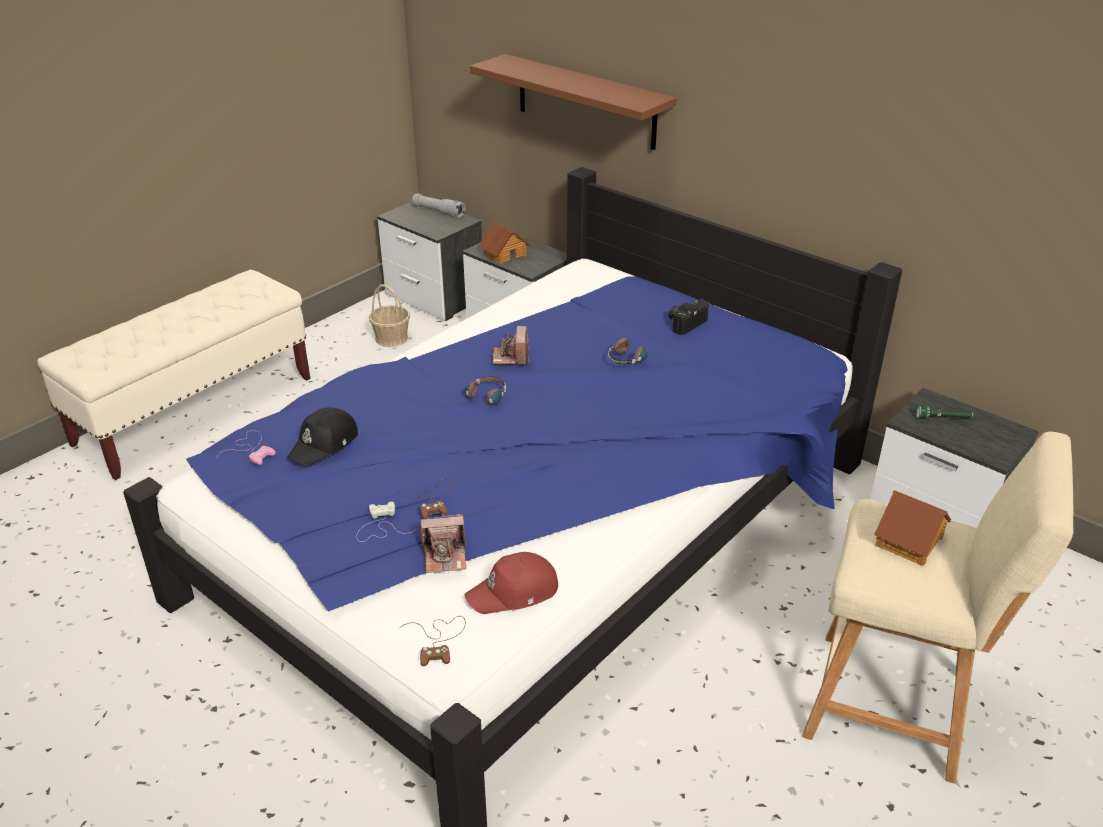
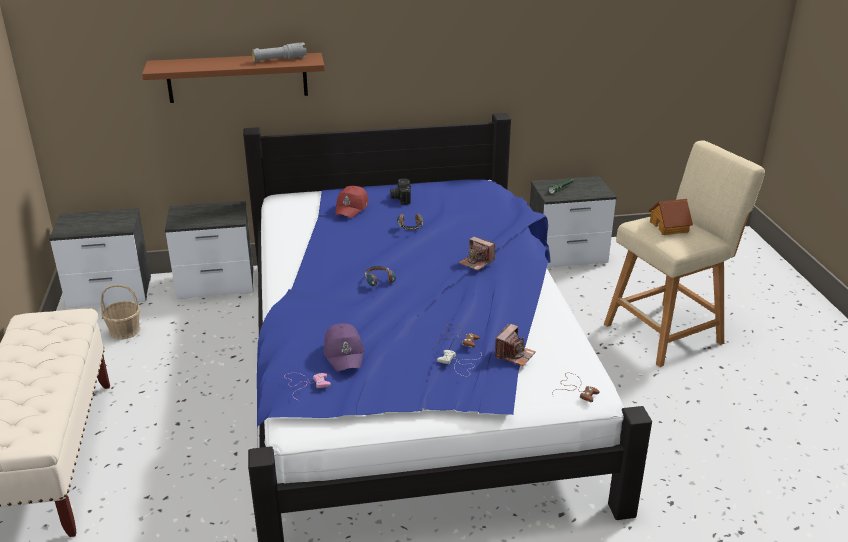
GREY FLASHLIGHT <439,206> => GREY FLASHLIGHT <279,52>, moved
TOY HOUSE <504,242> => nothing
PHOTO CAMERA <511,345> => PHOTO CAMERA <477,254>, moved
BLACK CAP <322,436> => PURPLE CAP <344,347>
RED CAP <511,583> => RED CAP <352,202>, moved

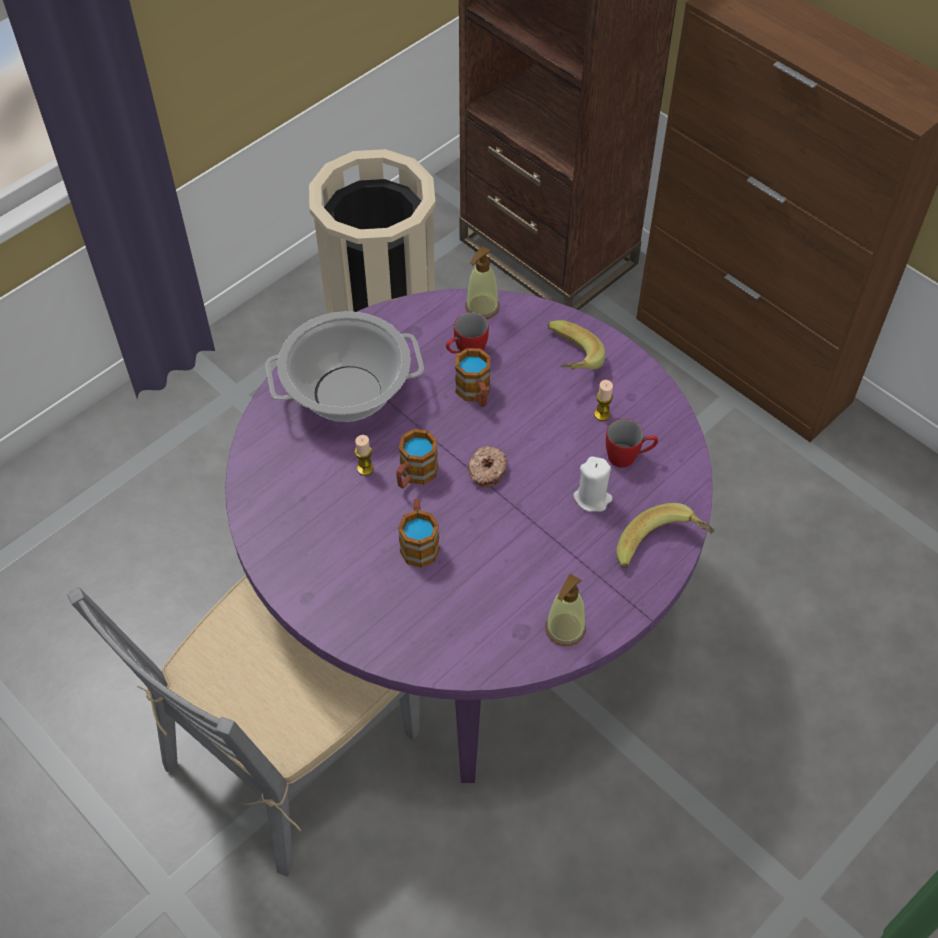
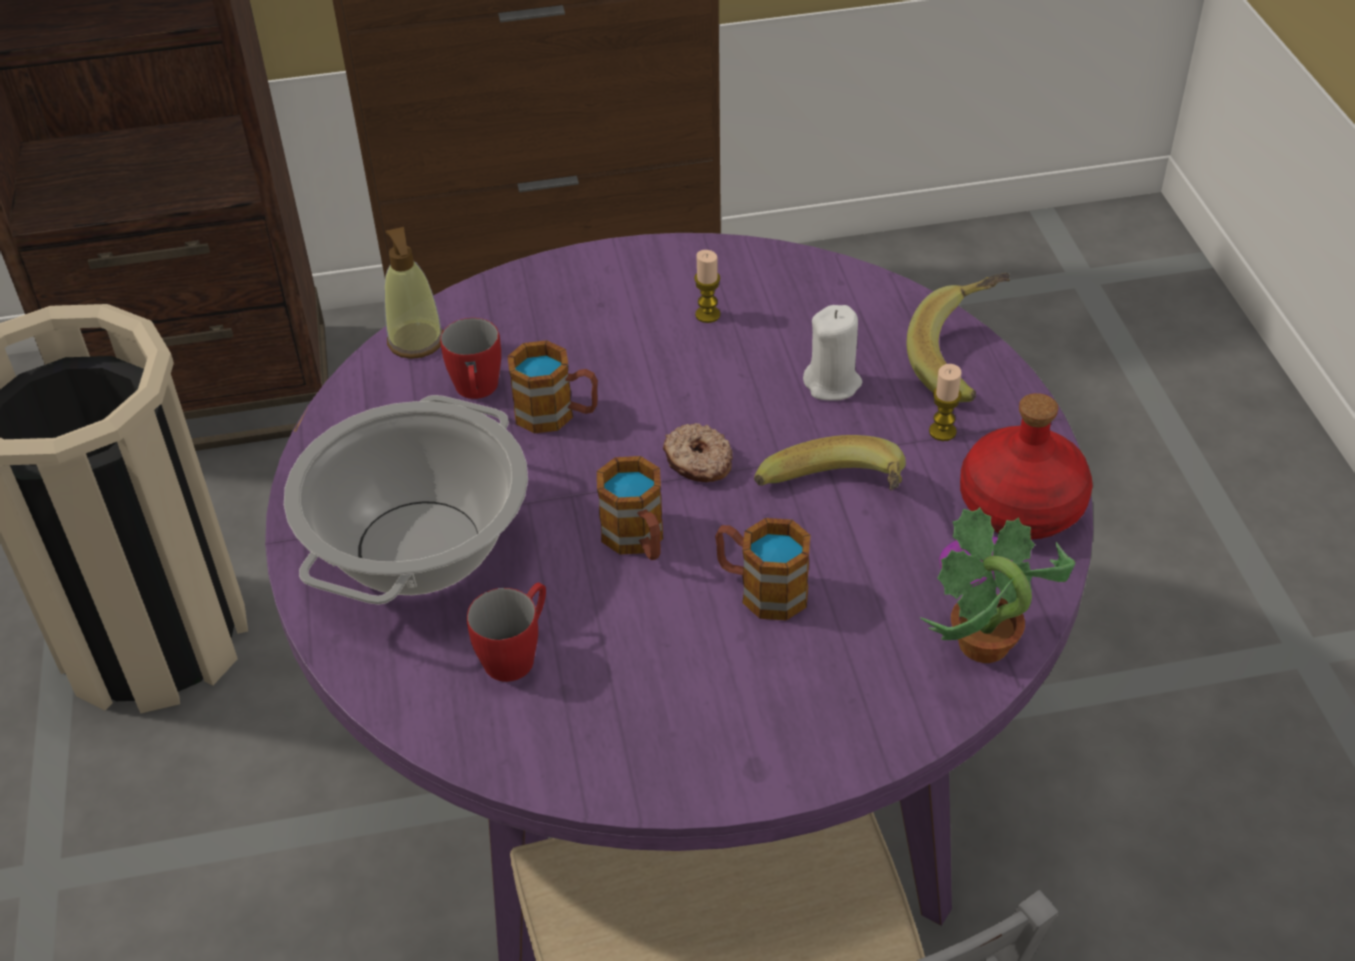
BANANA <576,345> => BANANA <830,463>, moved
RED MUG <632,443> => RED MUG <506,632>, moved
CANDLE <364,455> => CANDLE <945,402>, moved
SOAP DISPENSER <565,610> => RED BOTTLE <1026,466>
nothing => POTTED PLANT <997,585>

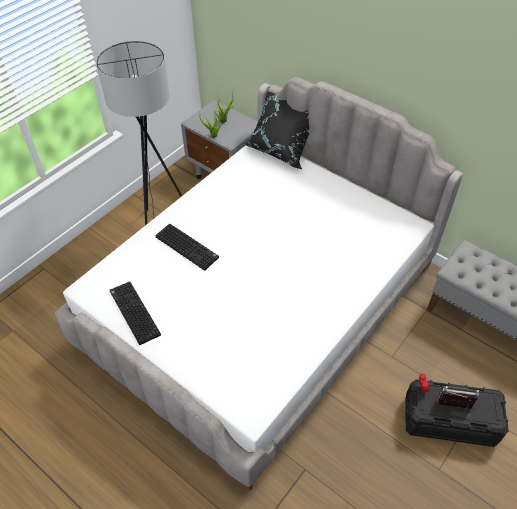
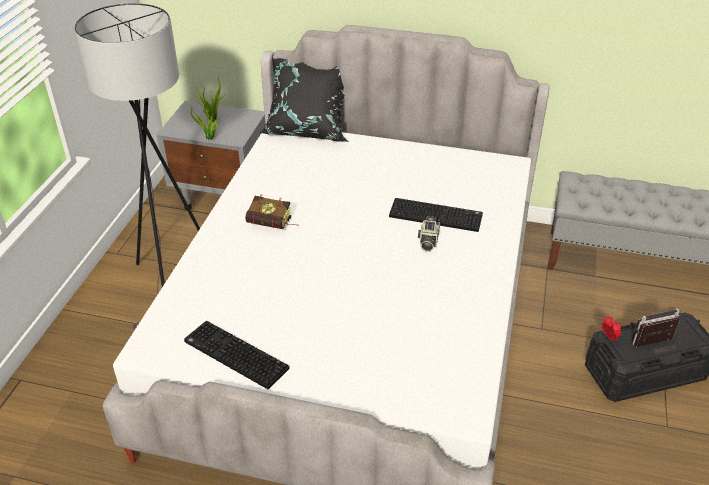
KEYBOARD <187,247> => KEYBOARD <436,215>, moved
nothing => BOOK <272,211>
nothing => PHOTO CAMERA <429,234>

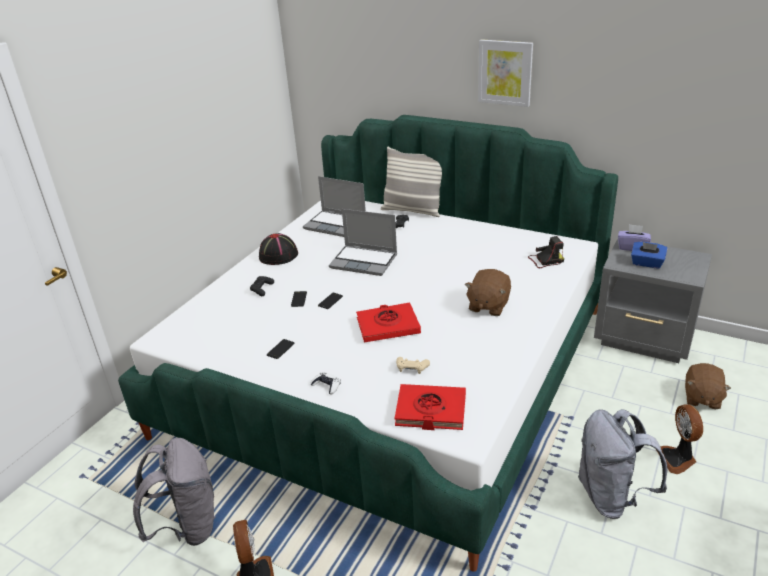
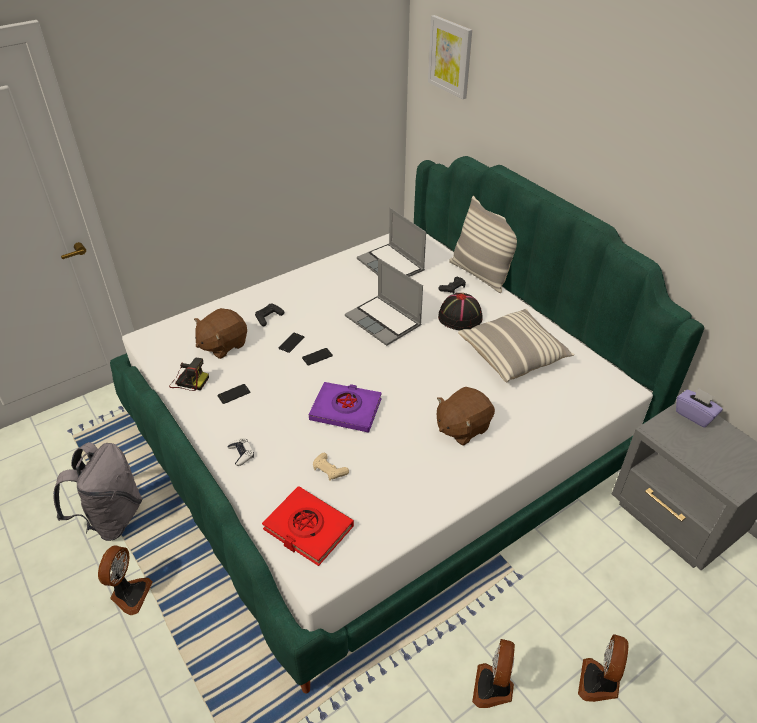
PICTURE <505,73> => PICTURE <450,57>, moved
BLACK HAT <278,249> => BLACK HAT <460,312>, moved
PHOTO CAMERA <546,252> => PHOTO CAMERA <189,374>, moved
BLUE TISSUE BOX <649,255> => nothing
RED BOOK <388,323> => PURPLE BOOK <345,407>
BROWN PLUSH TOY <708,386> => BROWN PLUSH TOY <220,333>, moved
GREY BACKPACK <622,464> => FAN <493,673>
nothing => PILLOW <516,345>

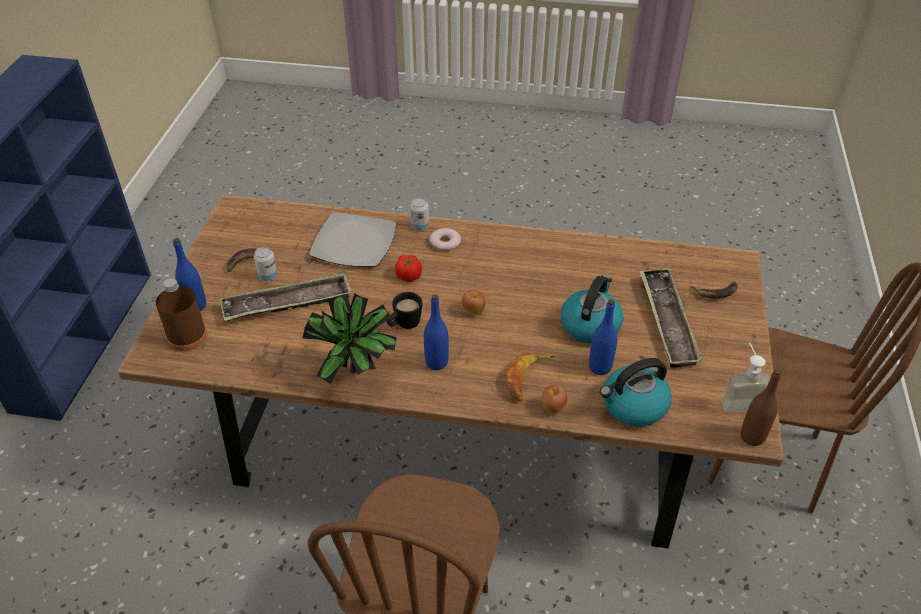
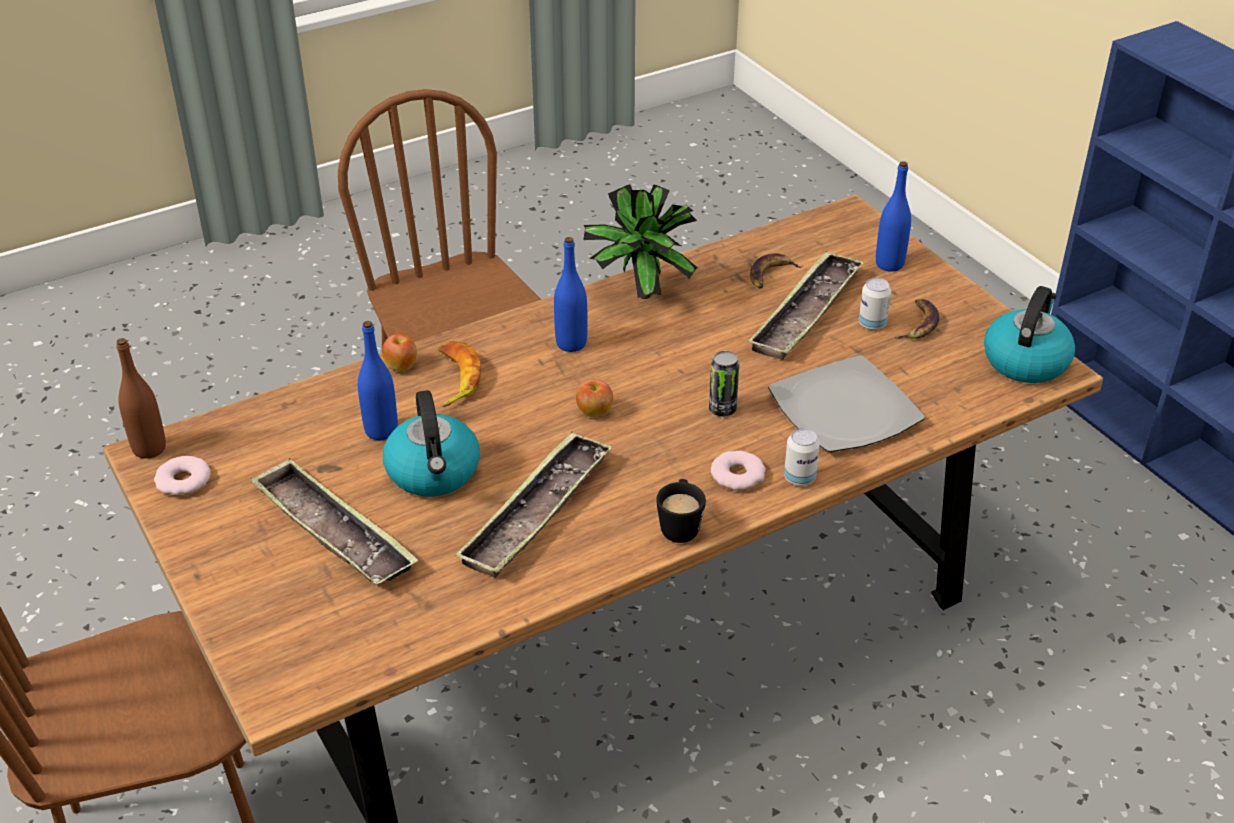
TOMATO <408,268> => CAN <724,384>
BROWN BOTTLE <181,314> => nothing
BANANA <714,290> => BANANA <776,270>, moved
BLACK MUG <404,310> => BLACK MUG <681,511>, moved
SOAP DISPENSER <746,377> => DONUT <182,476>
KETTLE <636,392> => KETTLE <1029,334>, moved
nothing => TRAY <533,505>

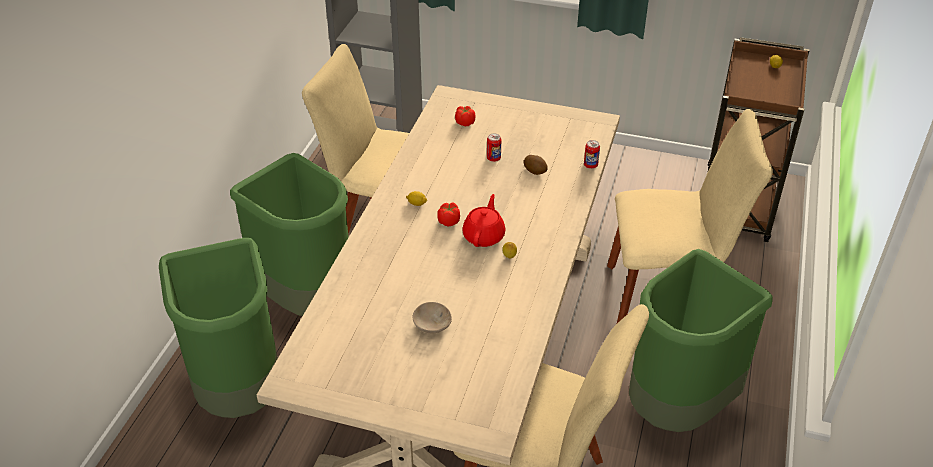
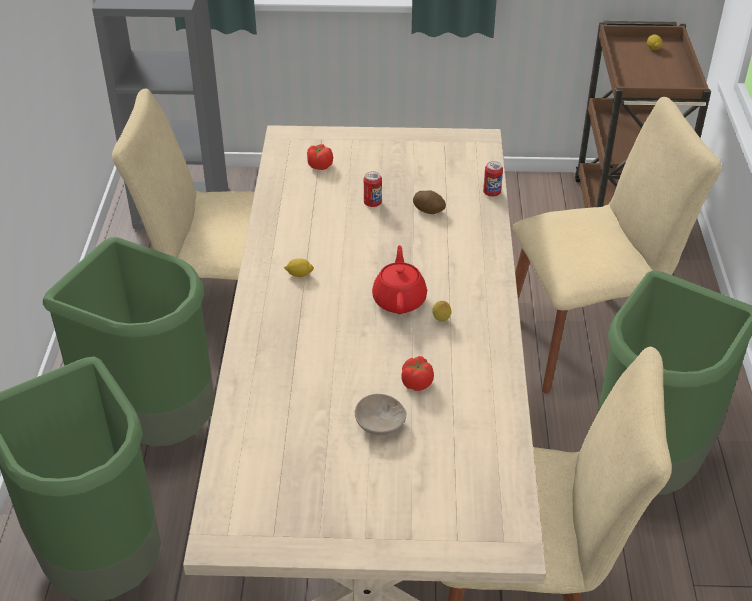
TOMATO <448,214> => TOMATO <417,373>, moved

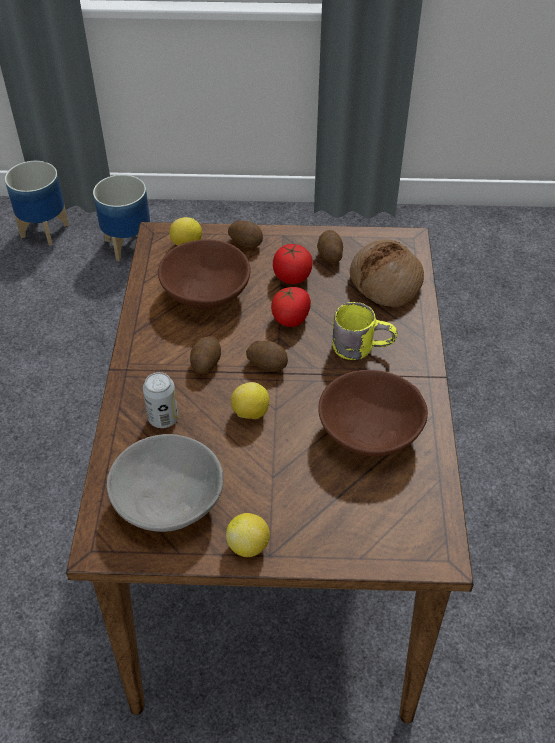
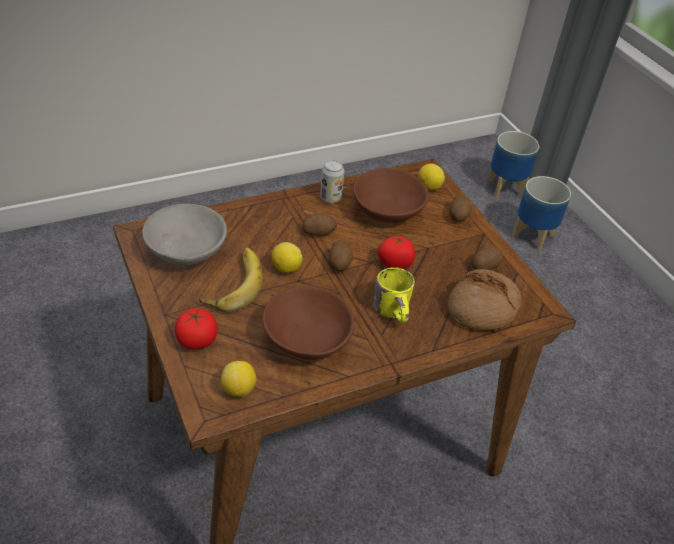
TOMATO <293,264> => TOMATO <196,328>, moved
CAN <160,400> => CAN <332,181>, moved
LEMON <248,535> => LEMON <238,379>, moved
nothing => BANANA <231,280>

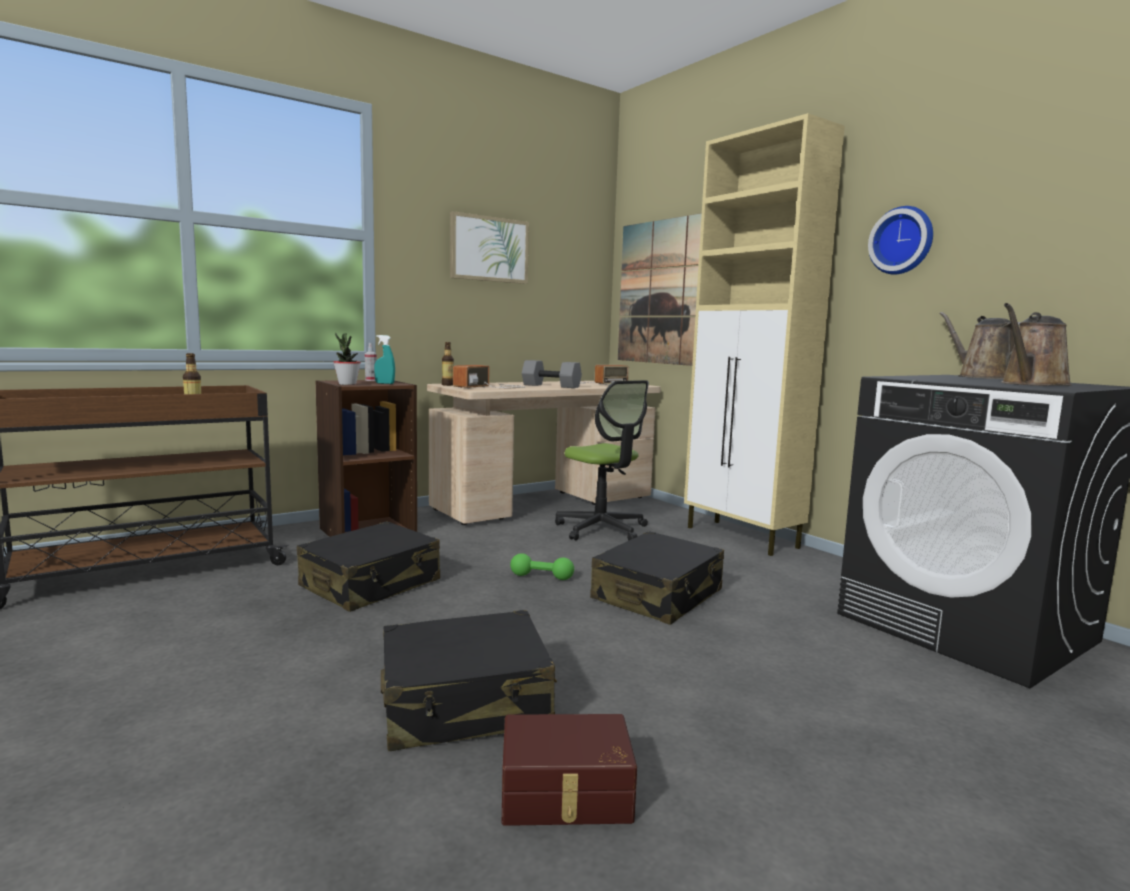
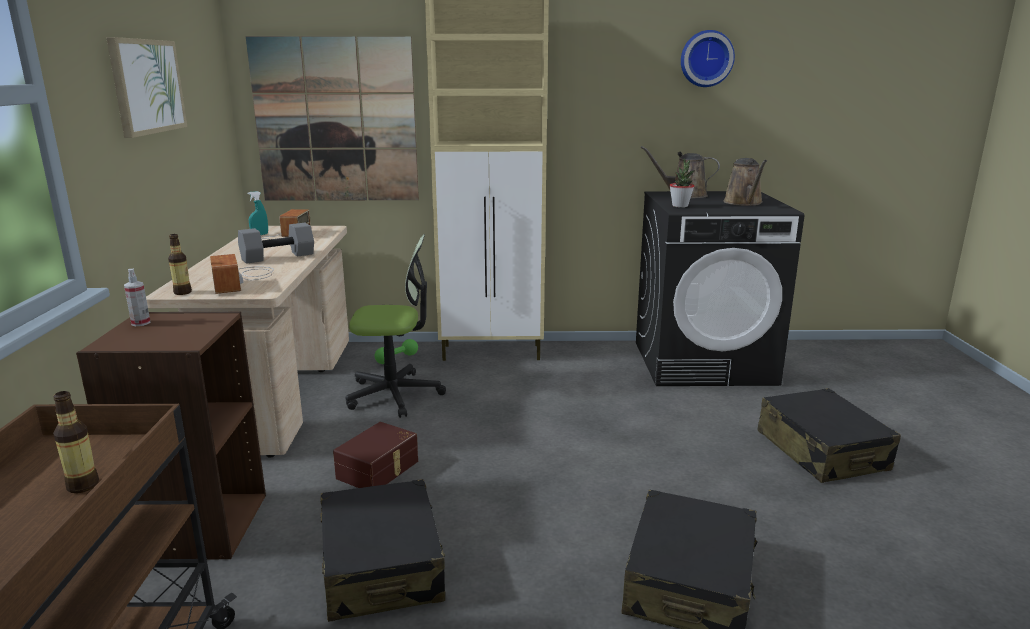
WALL CLOCK <900,240> => WALL CLOCK <708,58>, moved
POTTED PLANT <347,359> => POTTED PLANT <682,183>, moved
TURQUOISE SPRAY BOTTLE <384,359> => TURQUOISE SPRAY BOTTLE <257,213>, moved
BLACK SUITCASE <657,578> => BLACK SUITCASE <829,435>, moved
GREEN DUMBBELL <542,566> => GREEN DUMBBELL <396,351>, moved
BROWN STORAGE BOX <569,770> => BROWN STORAGE BOX <375,455>, moved

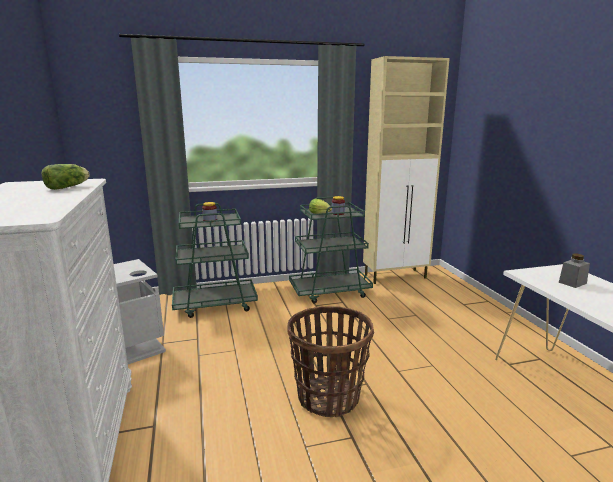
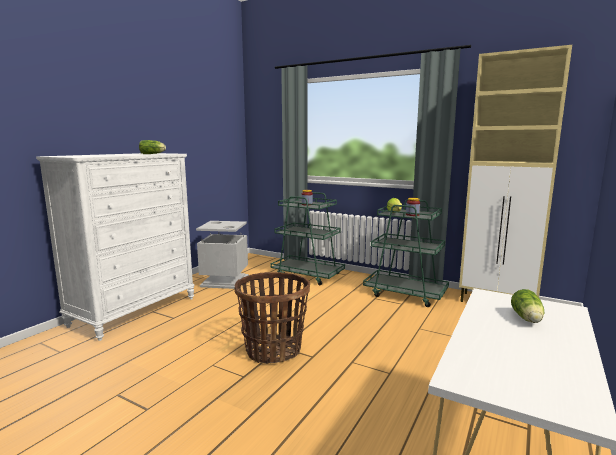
GREY JAR <574,271> => LETTUCE <527,306>

